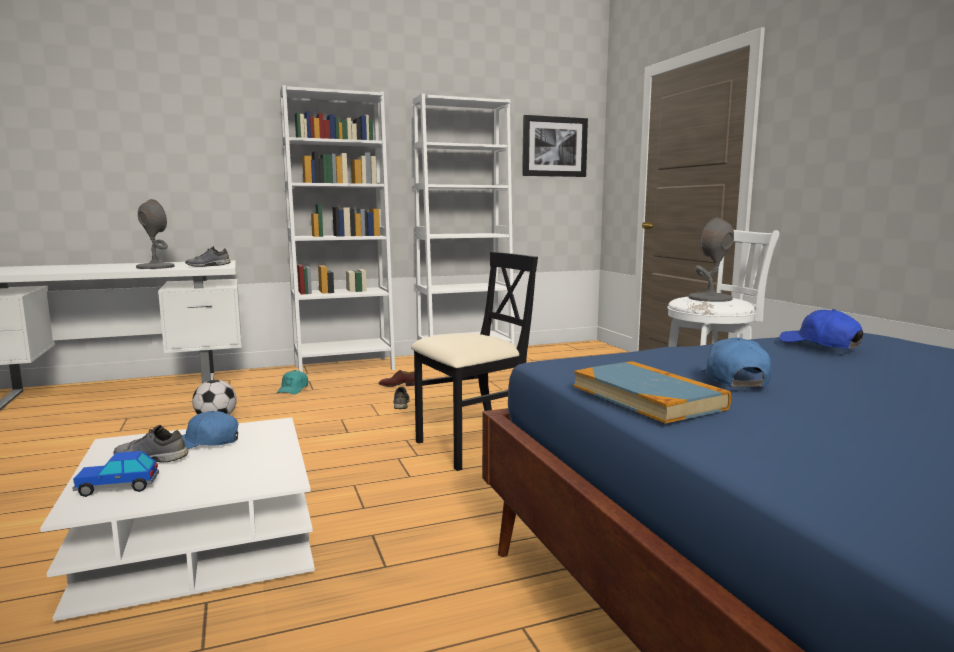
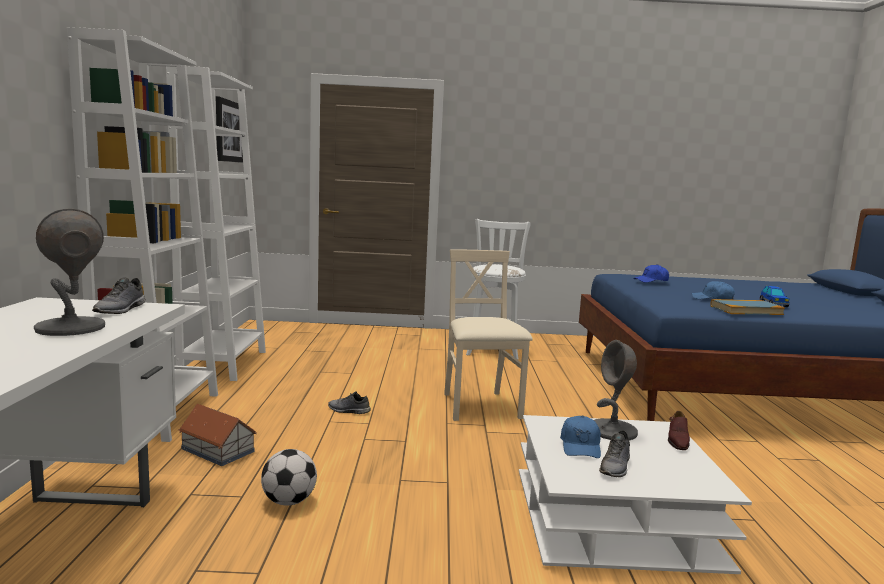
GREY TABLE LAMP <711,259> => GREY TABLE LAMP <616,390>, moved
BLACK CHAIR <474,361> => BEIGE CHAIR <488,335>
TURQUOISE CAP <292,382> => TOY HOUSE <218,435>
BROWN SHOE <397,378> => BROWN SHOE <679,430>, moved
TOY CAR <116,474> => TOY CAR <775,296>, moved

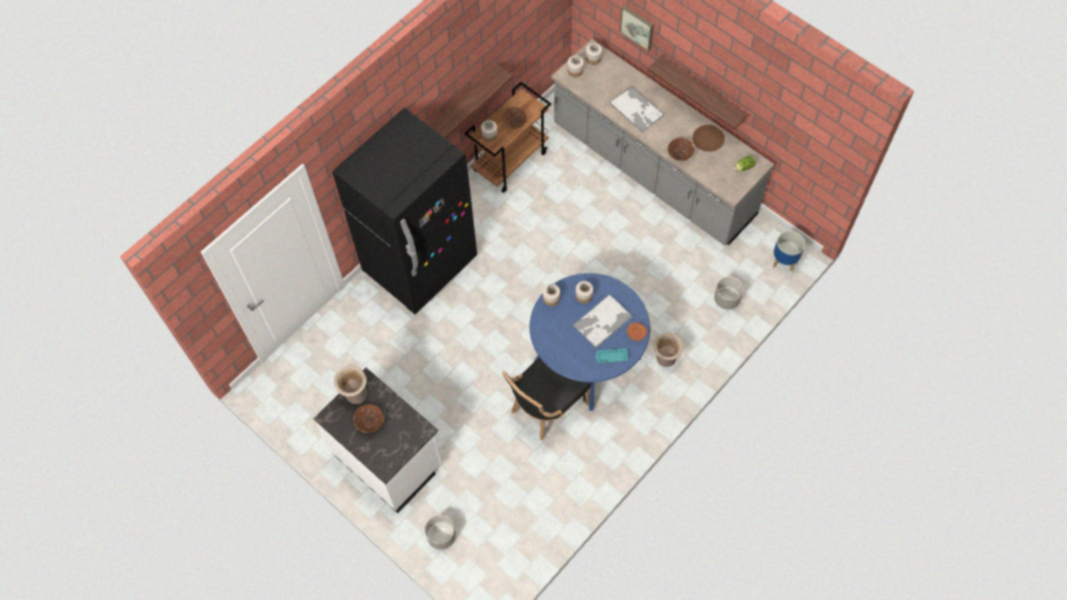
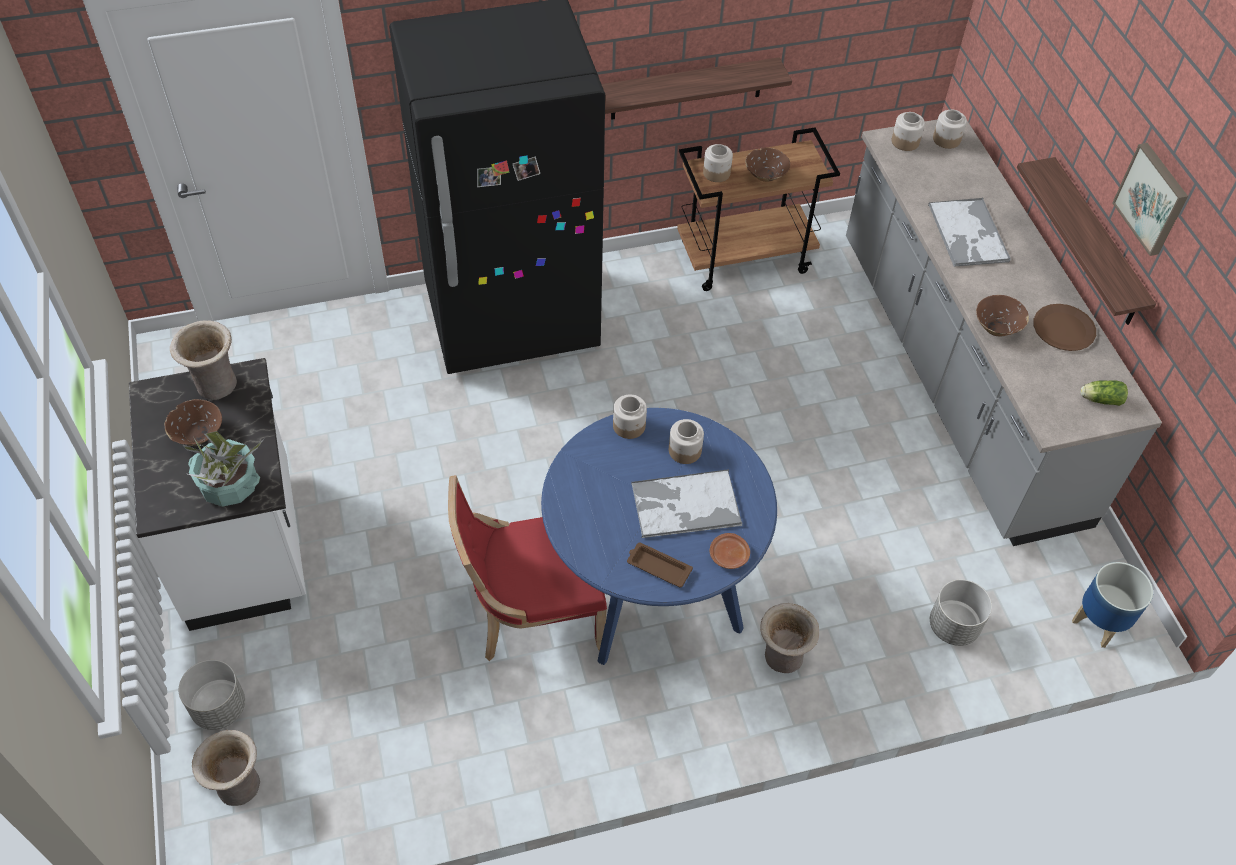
PICTURE <636,28> => PICTURE <1150,199>, moved
TURQUOISE TRAY <612,355> => BROWN TRAY <660,565>
BLACK CHAIR <546,398> => RED CHAIR <527,568>
nothing => POTTED PLANT <223,469>
nothing => BEIGE VASE <226,768>

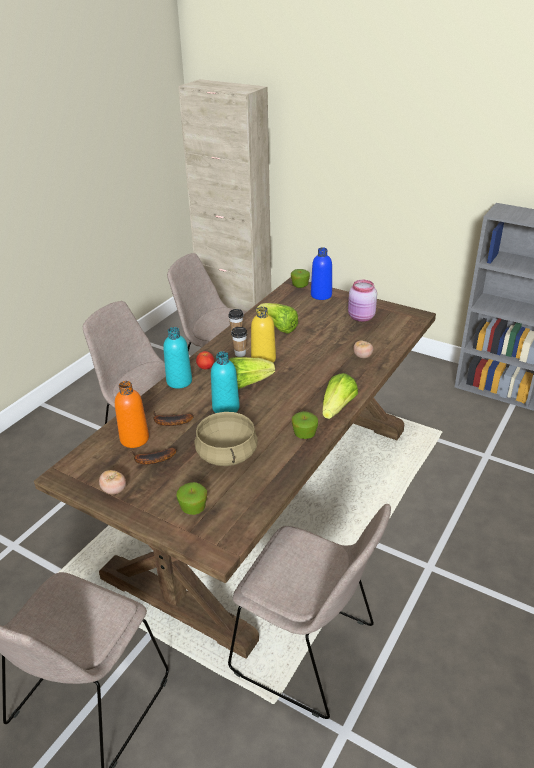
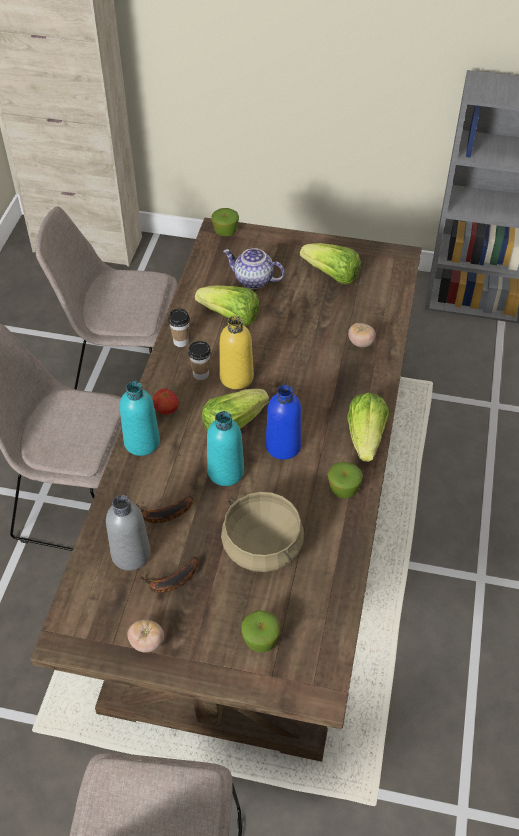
BLUE BOTTLE <321,273> => BLUE BOTTLE <283,422>, moved
PINK JAR <362,301> => LETTUCE <330,263>
ORANGE BOTTLE <132,414> => GREY BOTTLE <128,533>
BEIGE CHAIR <309,611> => nothing
nothing => TEAPOT <254,268>

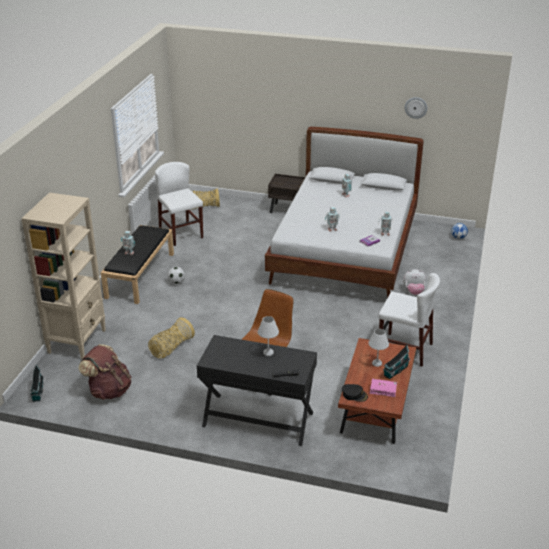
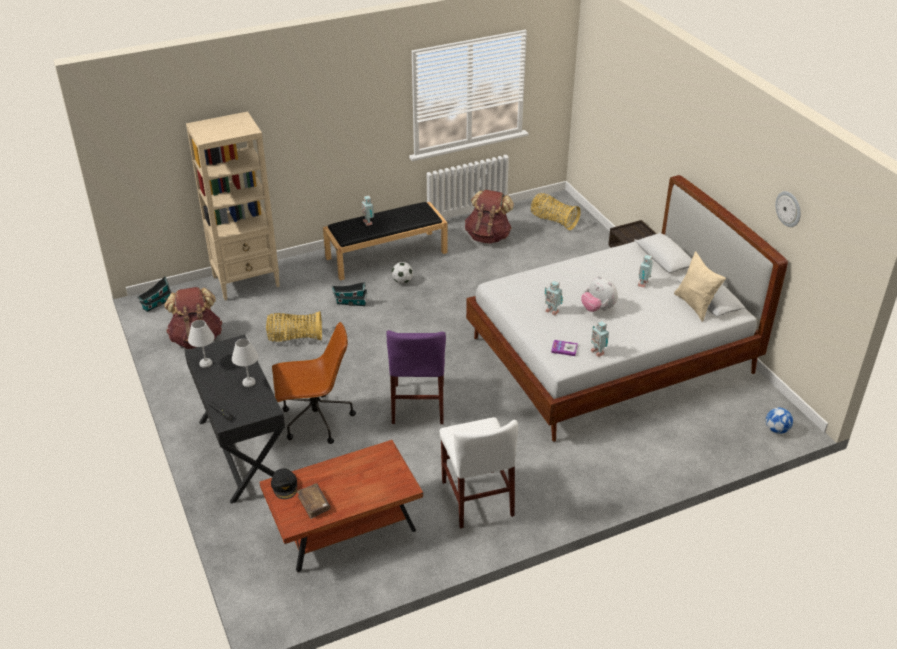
WHITE CHAIR <179,204> => BROWN BACKPACK <489,217>
PLUSH TOY <414,282> => PLUSH TOY <599,294>, moved
WHITE TABLE LAMP <378,348> => WHITE TABLE LAMP <201,344>, moved
TOY HOUSE <396,361> => TOY HOUSE <349,294>, moved
PINK BOOK <383,388> => BROWN BOOK <314,501>
nothing => BEIGE PILLOW <700,286>
nothing => PURPLE CHAIR <416,377>

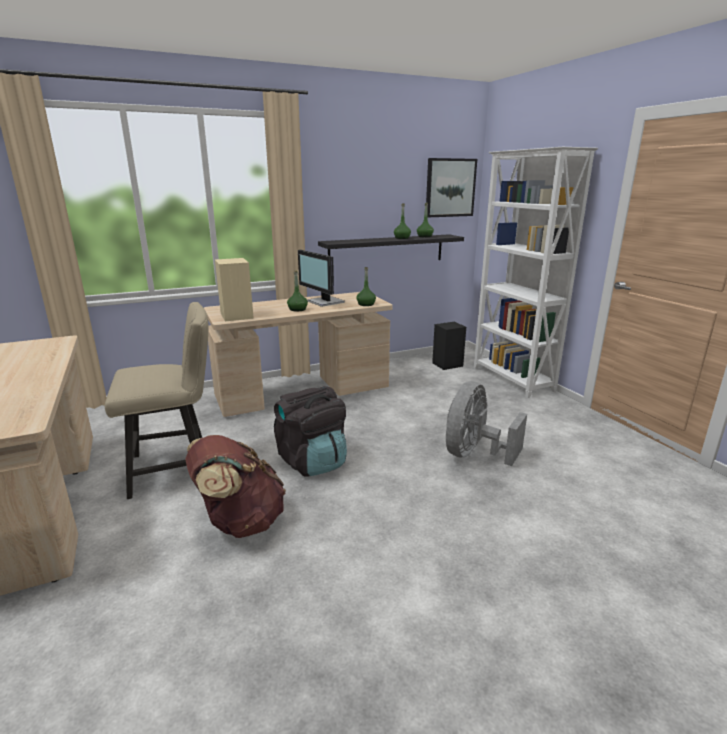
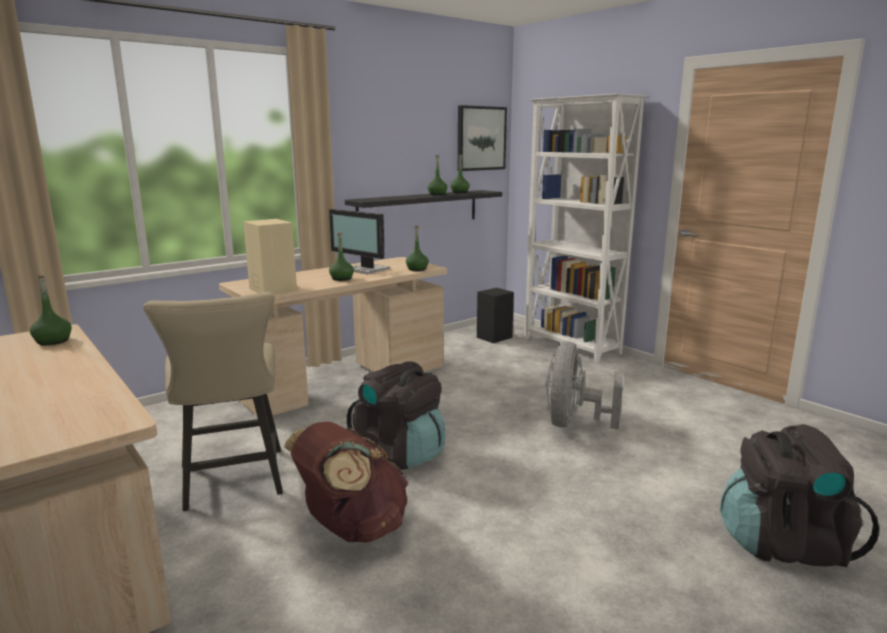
BEIGE CHAIR <157,400> => BEIGE CHAIR <213,401>, 105 degrees clockwise
nothing => GREEN BOTTLE <51,310>
nothing => BLACK BACKPACK <799,496>

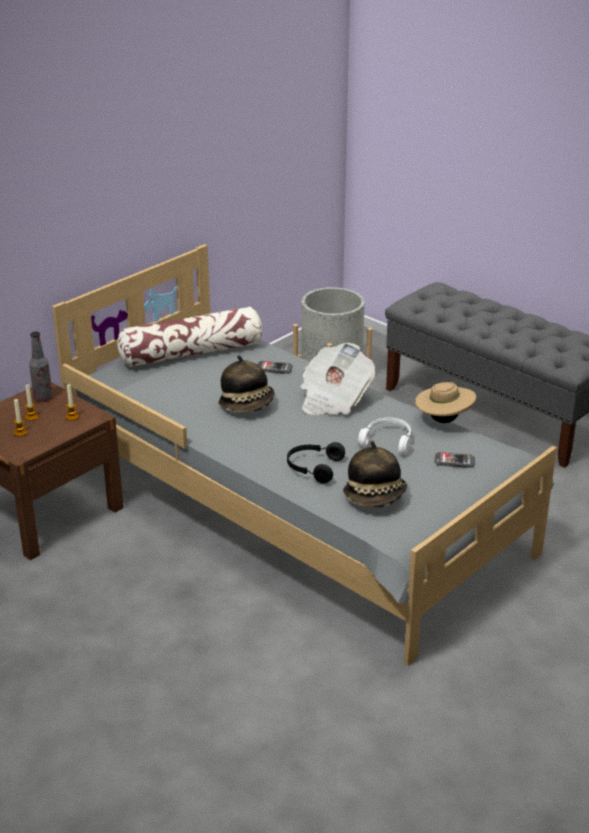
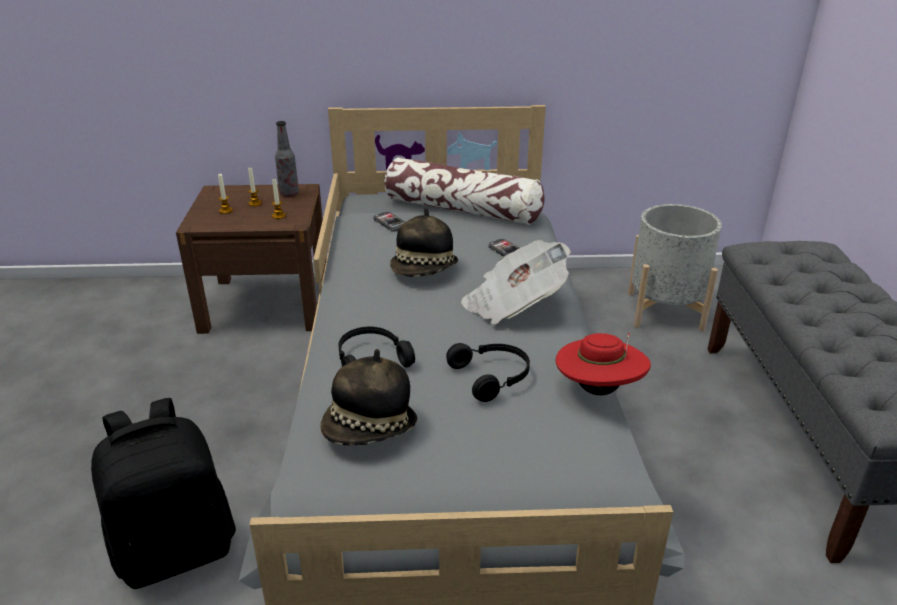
BEIGE HAT <445,400> => RED HAT <603,364>
WHITE HEADPHONES <384,436> => BLACK HEADPHONES <488,372>
PHONE <455,460> => PHONE <389,222>, moved
nothing => BLACK BACKPACK <163,493>

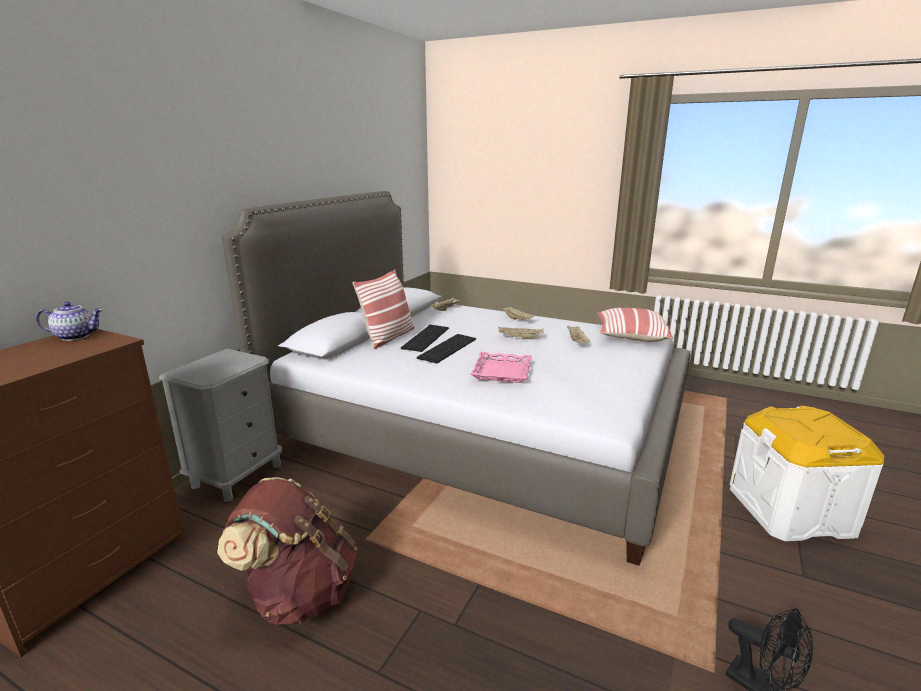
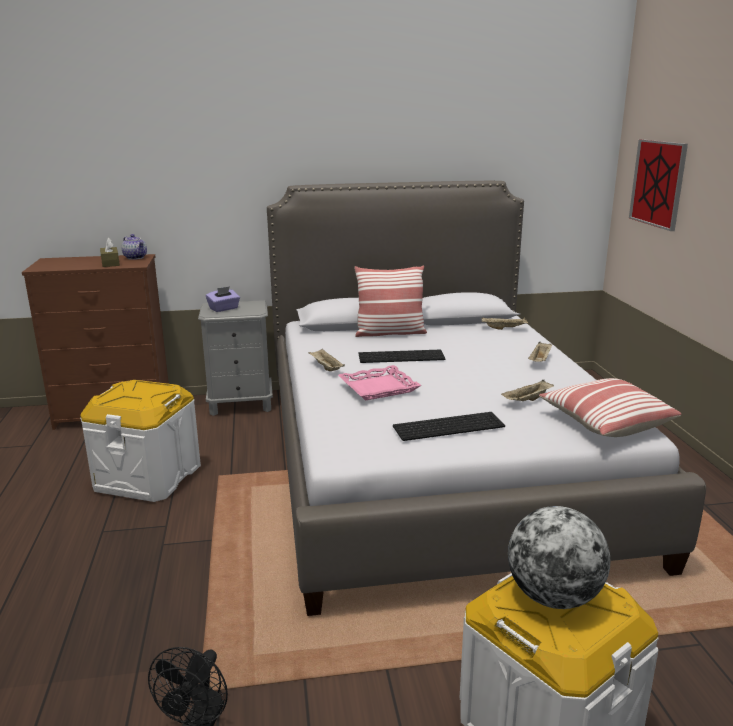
KEYBOARD <425,338> => KEYBOARD <449,426>, moved
BEIGE TRAY <521,333> => BEIGE TRAY <327,360>, moved
BROWN BACKPACK <287,551> => WHITE STORAGE BOX <140,441>
nothing => PICTURE <658,185>
nothing => BROWN TISSUE BOX <110,252>
nothing => PURPLE TISSUE BOX <223,299>
nothing => GLOBE <559,557>

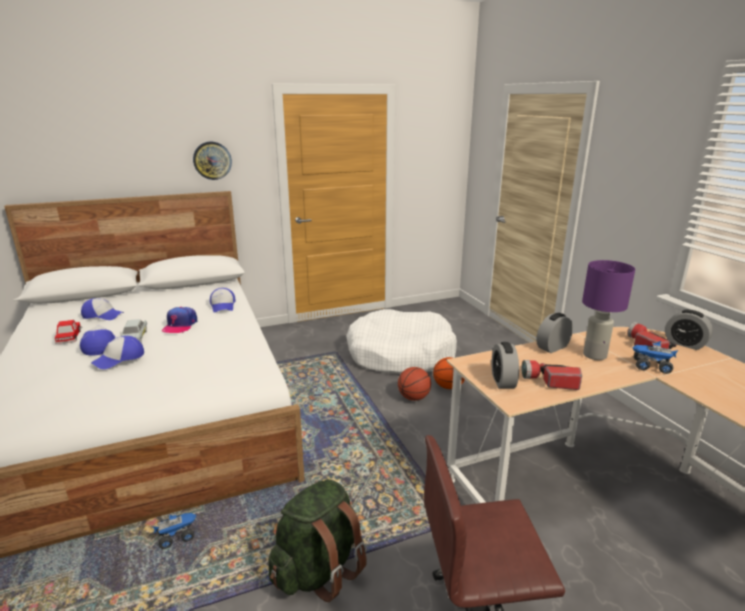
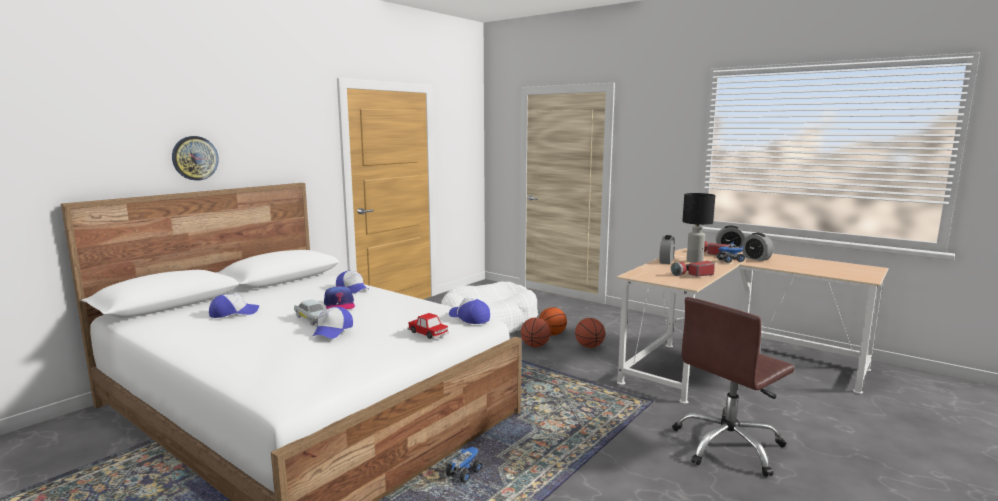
WALL CLOCK <212,161> => WALL CLOCK <195,158>, moved
PURPLE TABLE LAMP <608,310> => BLACK TABLE LAMP <698,228>
TOY CAR <68,332> => TOY CAR <428,326>, moved
CAP <97,340> => CAP <469,311>, moved
ALARM CLOCK <505,365> => ALARM CLOCK <757,247>, moved
GREEN BACKPACK <317,540> => nothing
nothing => BASKETBALL <590,333>

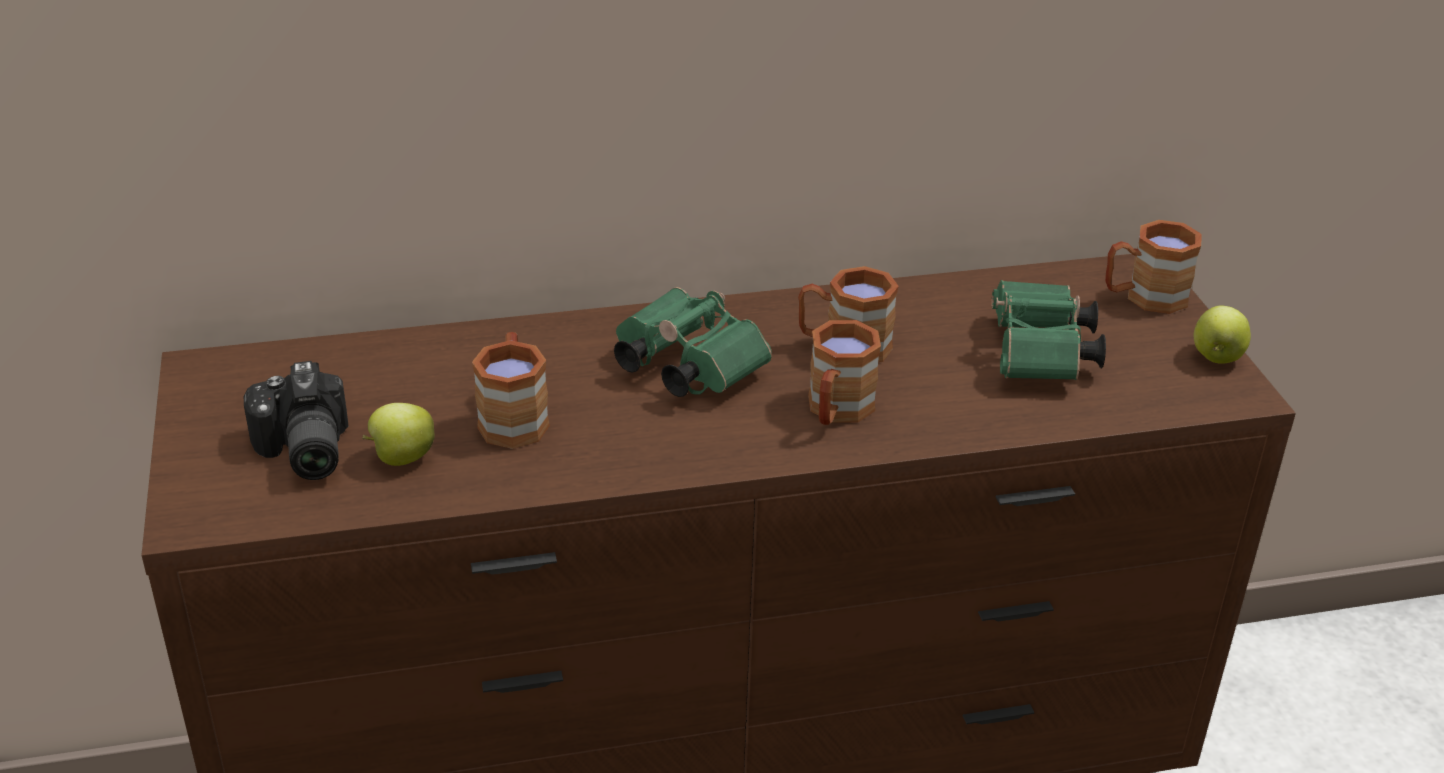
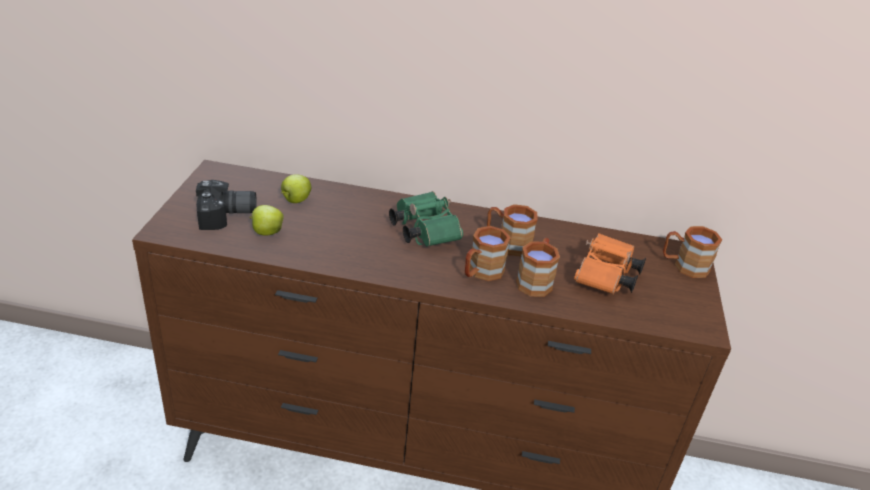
GREEN BINOCULARS <1049,330> => ORANGE BINOCULARS <610,263>
APPLE <1222,334> => APPLE <296,188>, moved
BROWN MUG <511,390> => BROWN MUG <538,267>, moved
PHOTO CAMERA <296,420> => PHOTO CAMERA <226,205>, 105 degrees counterclockwise

